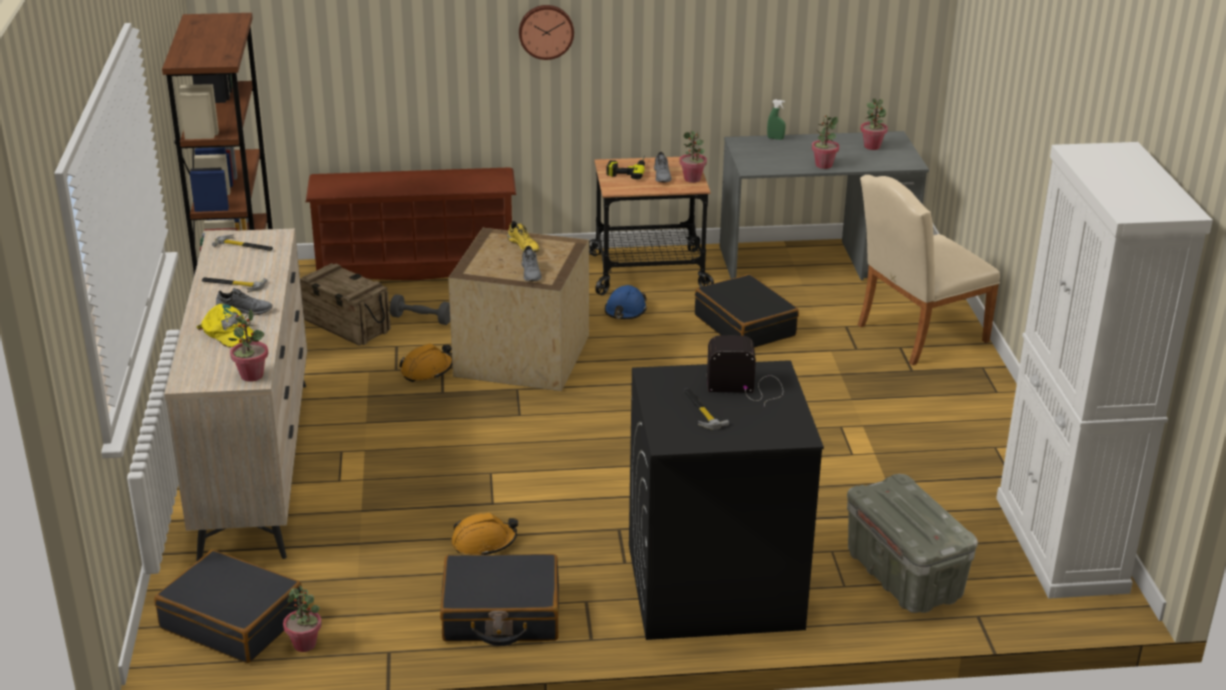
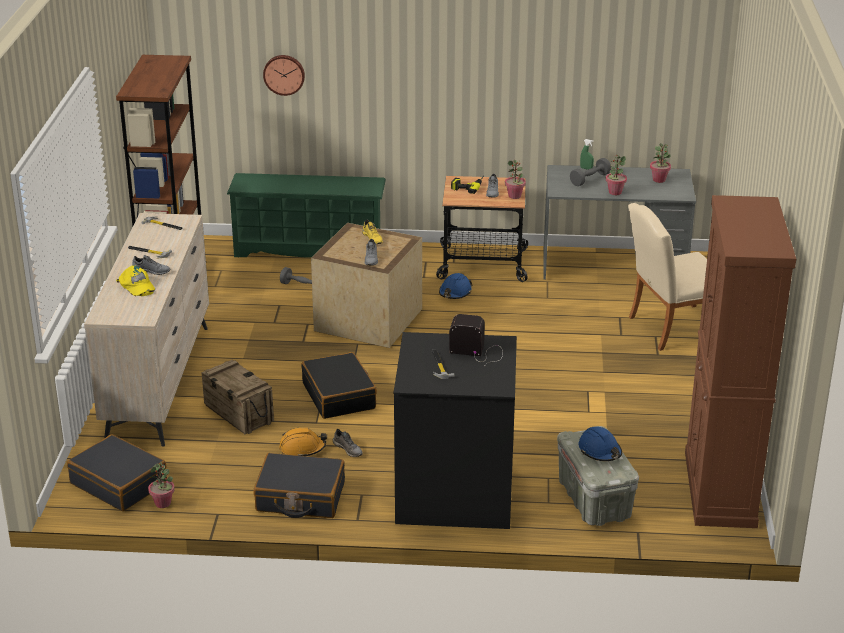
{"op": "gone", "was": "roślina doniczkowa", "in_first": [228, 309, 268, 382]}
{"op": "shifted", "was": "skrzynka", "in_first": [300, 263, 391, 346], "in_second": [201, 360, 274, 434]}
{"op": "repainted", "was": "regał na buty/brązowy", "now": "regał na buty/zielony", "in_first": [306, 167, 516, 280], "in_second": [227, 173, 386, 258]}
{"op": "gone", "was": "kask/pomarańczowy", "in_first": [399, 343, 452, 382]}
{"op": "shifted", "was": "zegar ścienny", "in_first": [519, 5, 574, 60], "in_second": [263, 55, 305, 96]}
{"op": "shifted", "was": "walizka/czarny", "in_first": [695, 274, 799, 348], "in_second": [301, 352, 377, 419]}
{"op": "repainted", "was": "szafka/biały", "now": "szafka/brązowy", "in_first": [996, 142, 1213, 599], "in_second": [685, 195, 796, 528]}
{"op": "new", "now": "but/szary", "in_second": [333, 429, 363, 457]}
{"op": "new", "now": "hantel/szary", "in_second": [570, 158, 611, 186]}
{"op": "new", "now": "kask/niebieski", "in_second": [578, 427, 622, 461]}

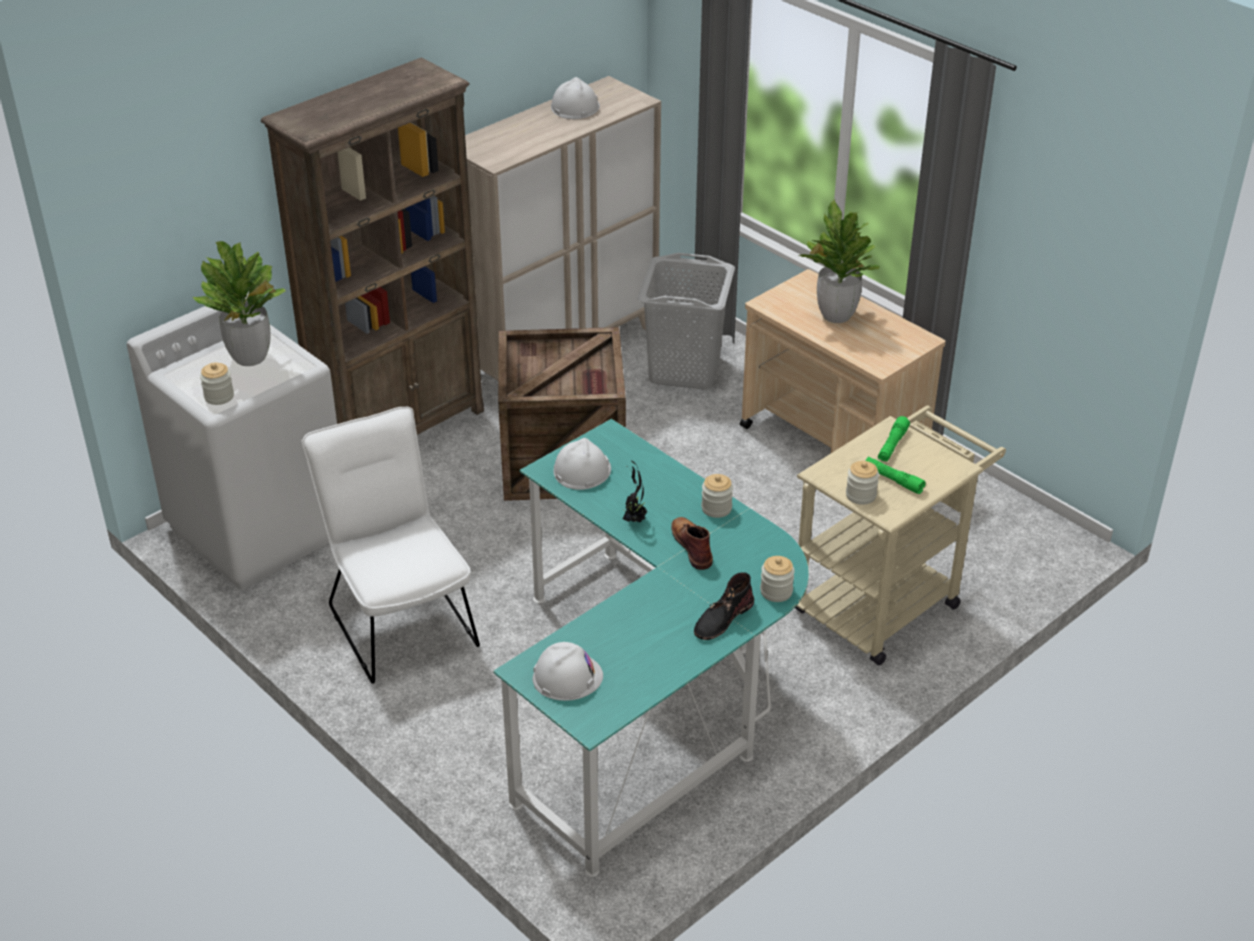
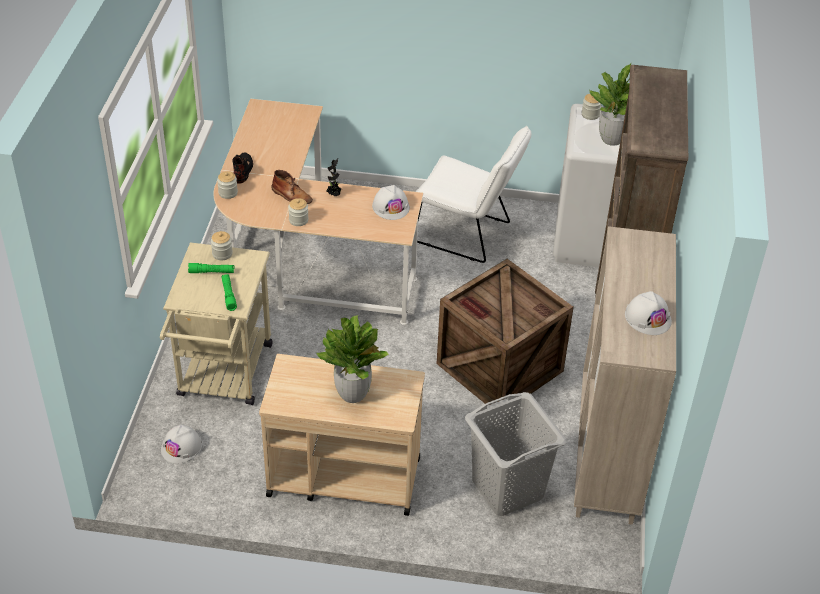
{"op": "repainted", "was": "biurko/turkusowy", "now": "biurko/beżowy", "in_first": [493, 419, 809, 877], "in_second": [213, 99, 423, 325]}
{"op": "shifted", "was": "kask/biały", "in_first": [532, 642, 603, 701], "in_second": [161, 424, 202, 463]}

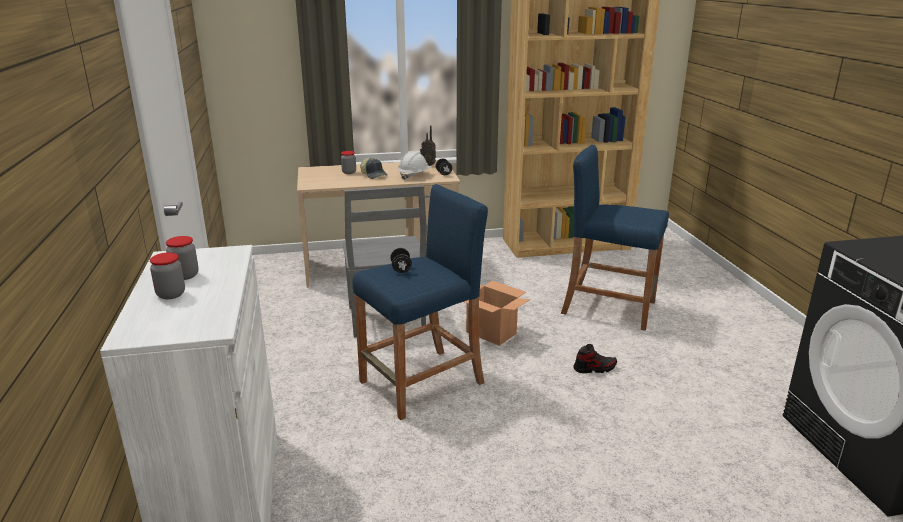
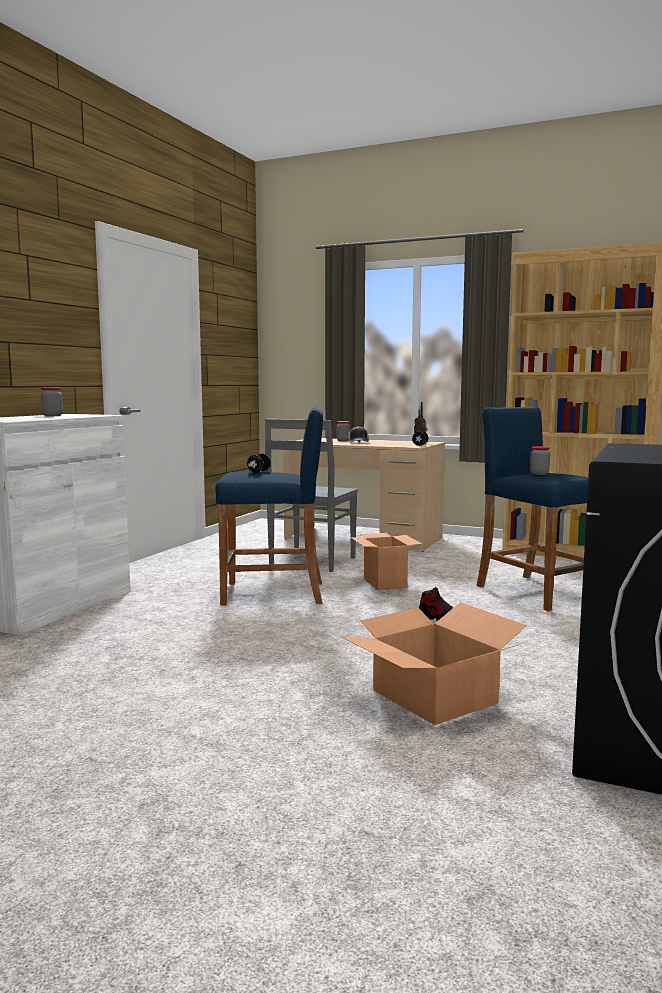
{"op": "shifted", "was": "słoik", "in_first": [150, 253, 185, 300], "in_second": [530, 446, 550, 475]}
{"op": "gone", "was": "kask/biały", "in_first": [398, 151, 431, 180]}
{"op": "new", "now": "karton", "in_second": [342, 602, 527, 725]}

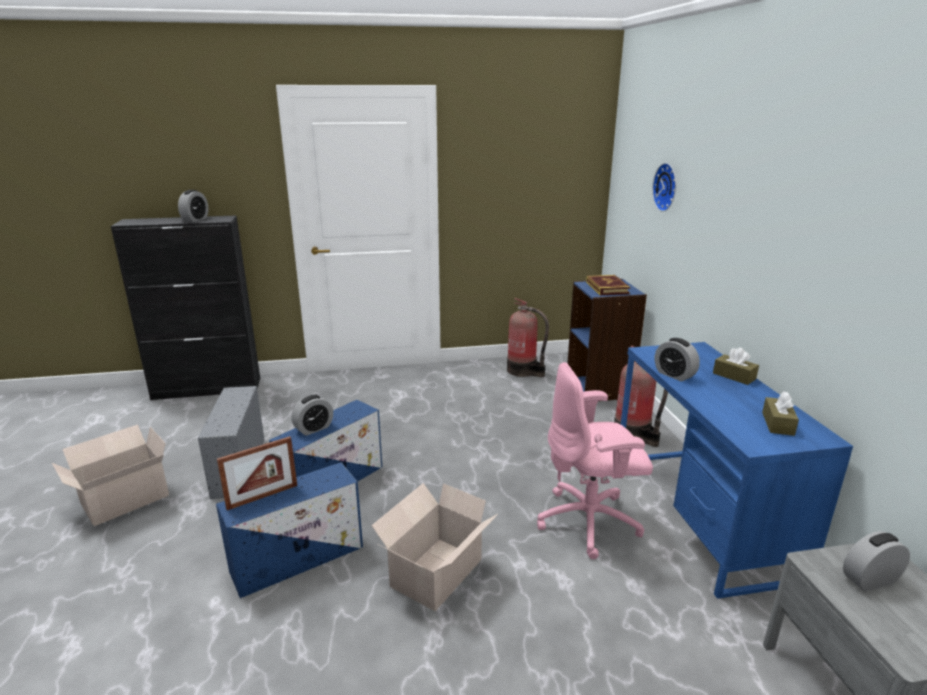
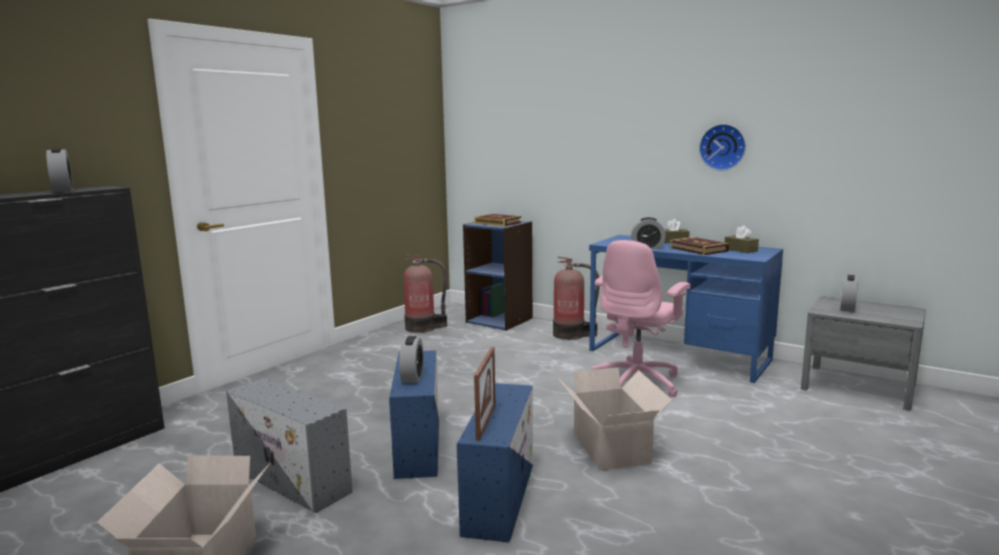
{"op": "shifted", "was": "zegar ścienny", "in_first": [652, 163, 676, 212], "in_second": [699, 124, 746, 171]}
{"op": "new", "now": "książka", "in_second": [669, 237, 729, 255]}

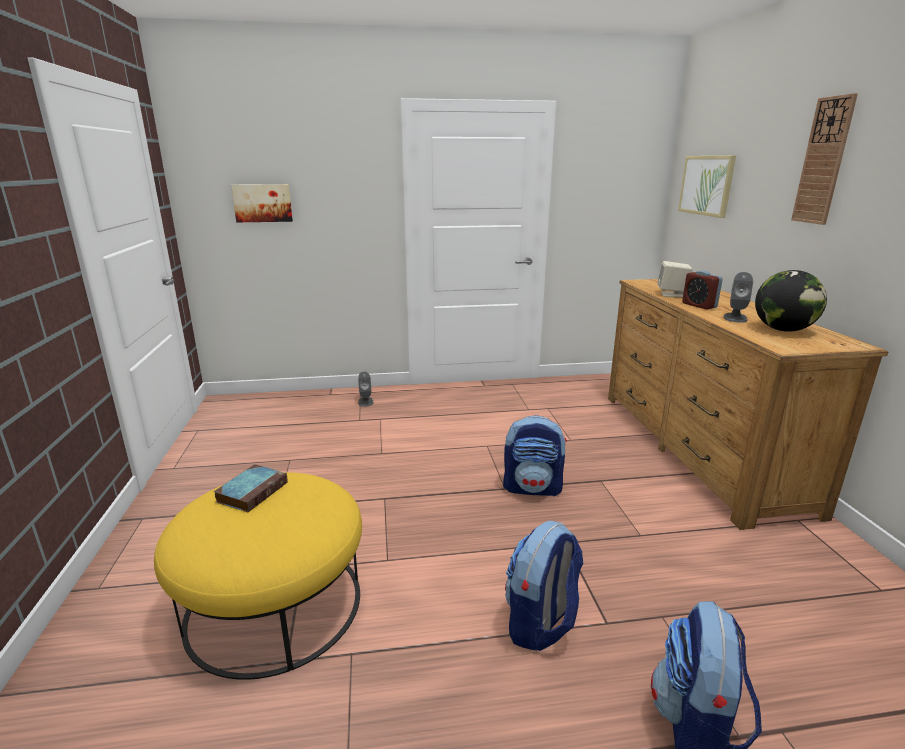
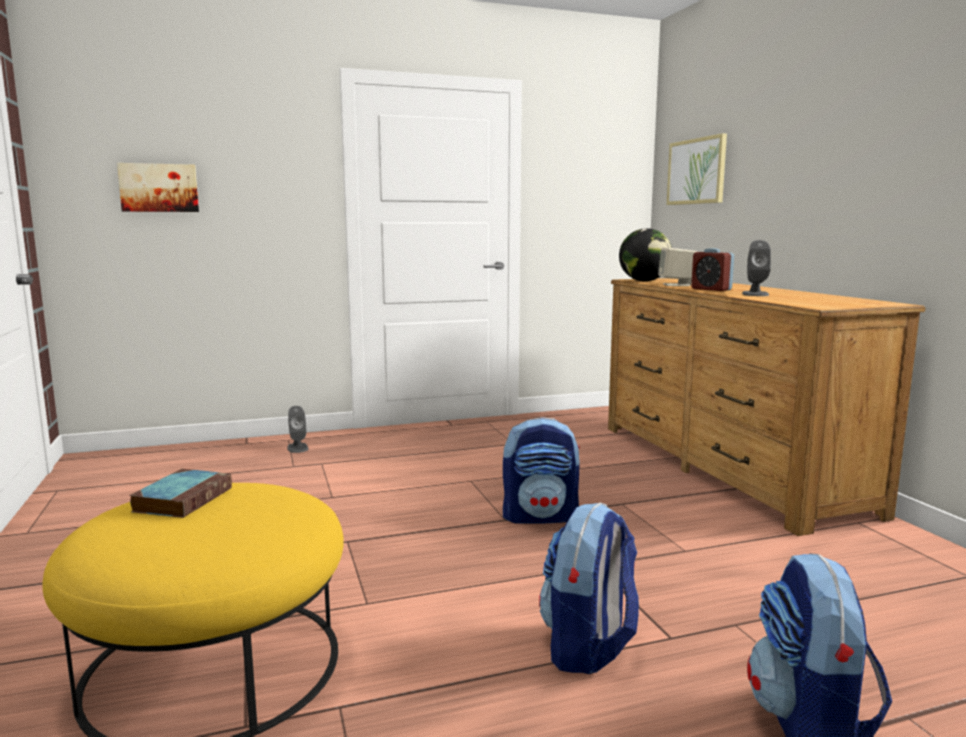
{"op": "shifted", "was": "globus", "in_first": [755, 270, 827, 332], "in_second": [619, 228, 672, 281]}
{"op": "gone", "was": "zegar ścienny", "in_first": [791, 93, 858, 225]}

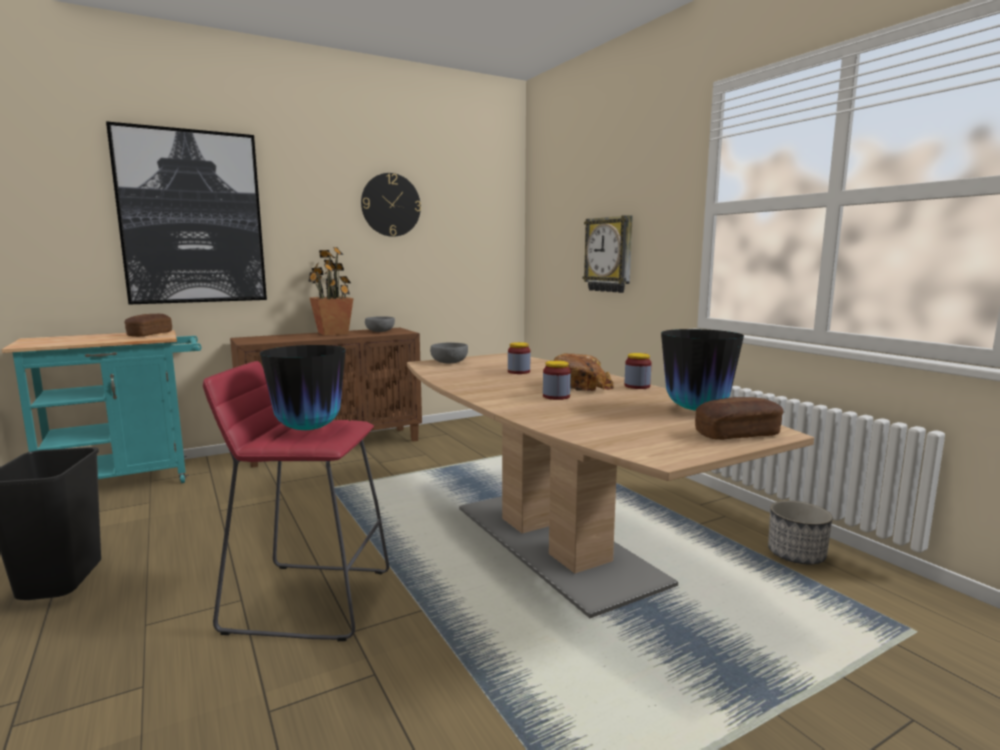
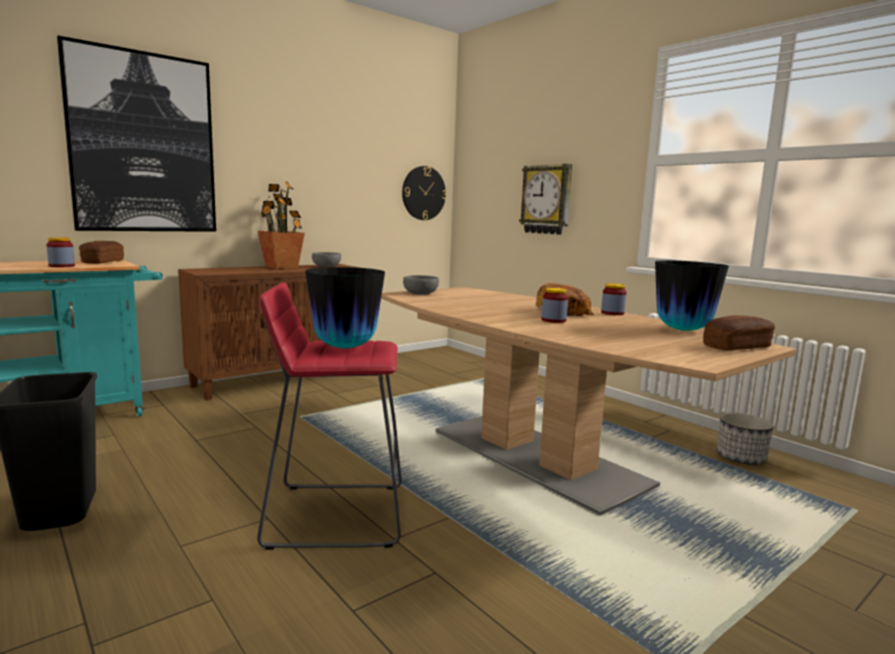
{"op": "shifted", "was": "zegar ścienny", "in_first": [361, 173, 421, 237], "in_second": [402, 166, 447, 220]}
{"op": "shifted", "was": "słoik", "in_first": [508, 342, 530, 374], "in_second": [46, 237, 75, 267]}

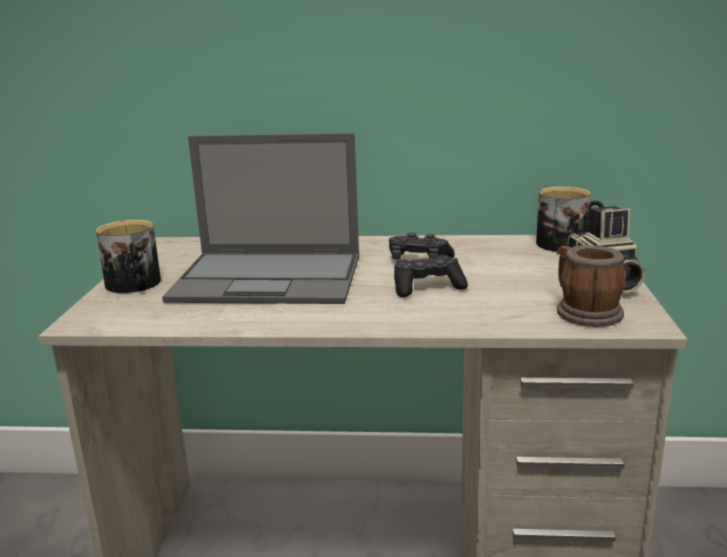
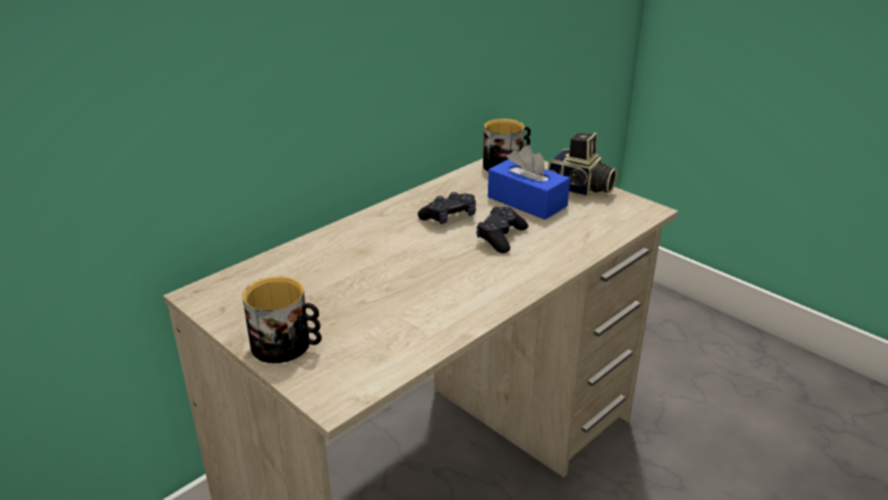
{"op": "gone", "was": "laptop", "in_first": [162, 133, 359, 304]}
{"op": "gone", "was": "kubek", "in_first": [557, 245, 625, 327]}
{"op": "new", "now": "pudełko chusteczek/niebieski", "in_second": [488, 145, 570, 220]}

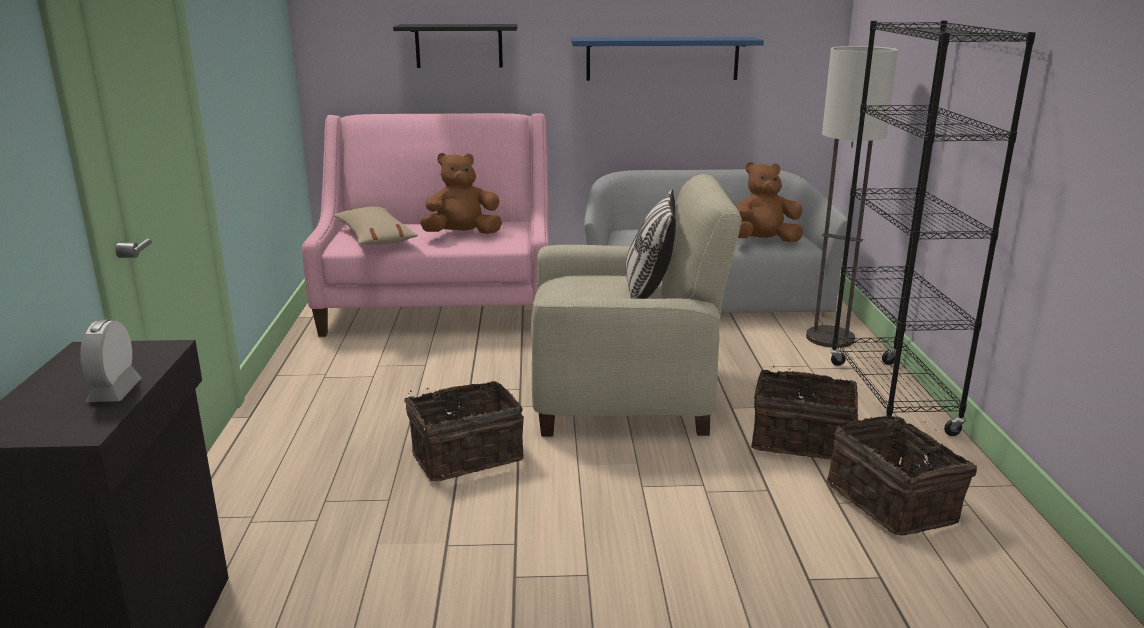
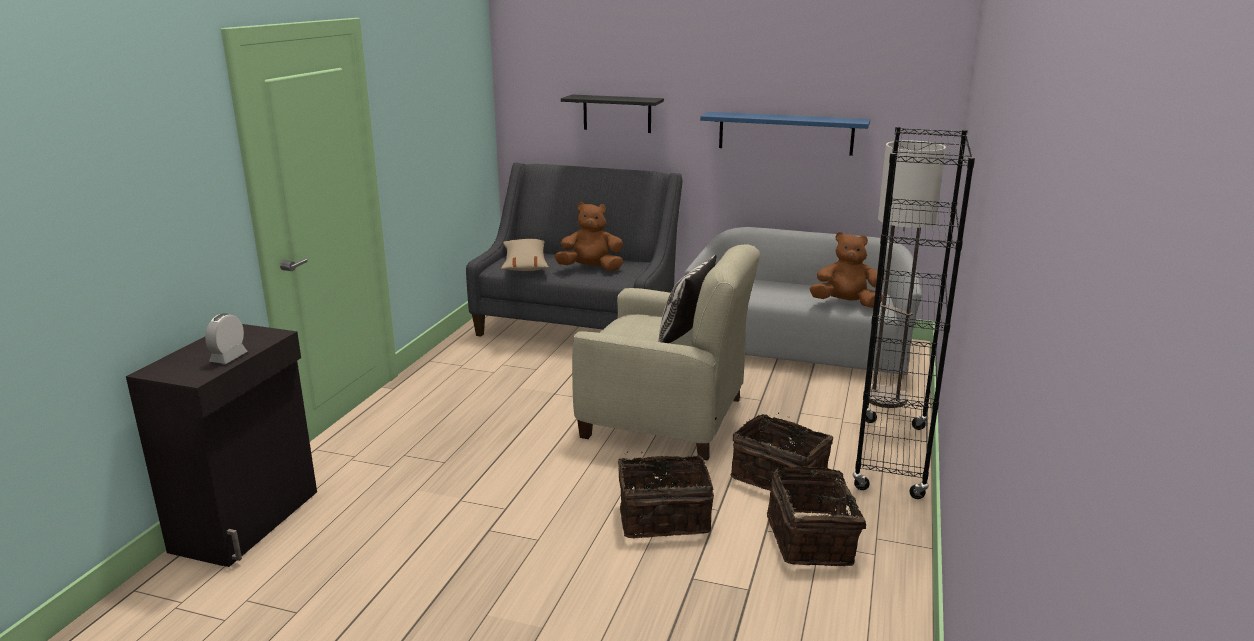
{"op": "repainted", "was": "kanapa/różowy", "now": "kanapa/szary", "in_first": [302, 113, 550, 337], "in_second": [466, 162, 682, 337]}
{"op": "shifted", "was": "koszyk", "in_first": [404, 381, 524, 482], "in_second": [618, 452, 714, 538]}

